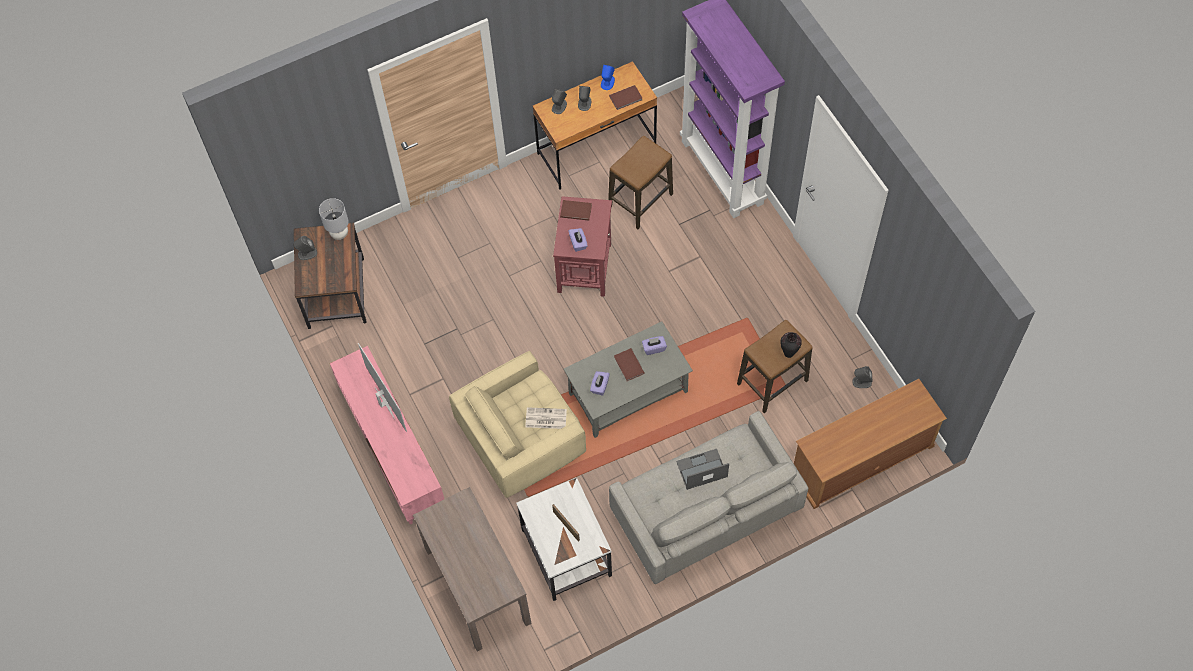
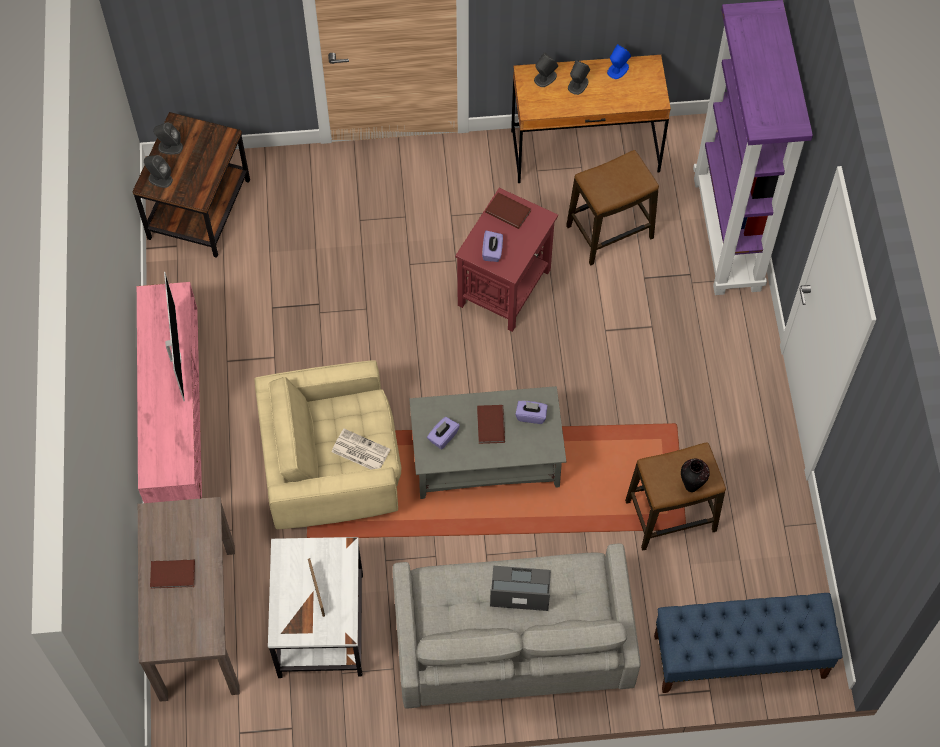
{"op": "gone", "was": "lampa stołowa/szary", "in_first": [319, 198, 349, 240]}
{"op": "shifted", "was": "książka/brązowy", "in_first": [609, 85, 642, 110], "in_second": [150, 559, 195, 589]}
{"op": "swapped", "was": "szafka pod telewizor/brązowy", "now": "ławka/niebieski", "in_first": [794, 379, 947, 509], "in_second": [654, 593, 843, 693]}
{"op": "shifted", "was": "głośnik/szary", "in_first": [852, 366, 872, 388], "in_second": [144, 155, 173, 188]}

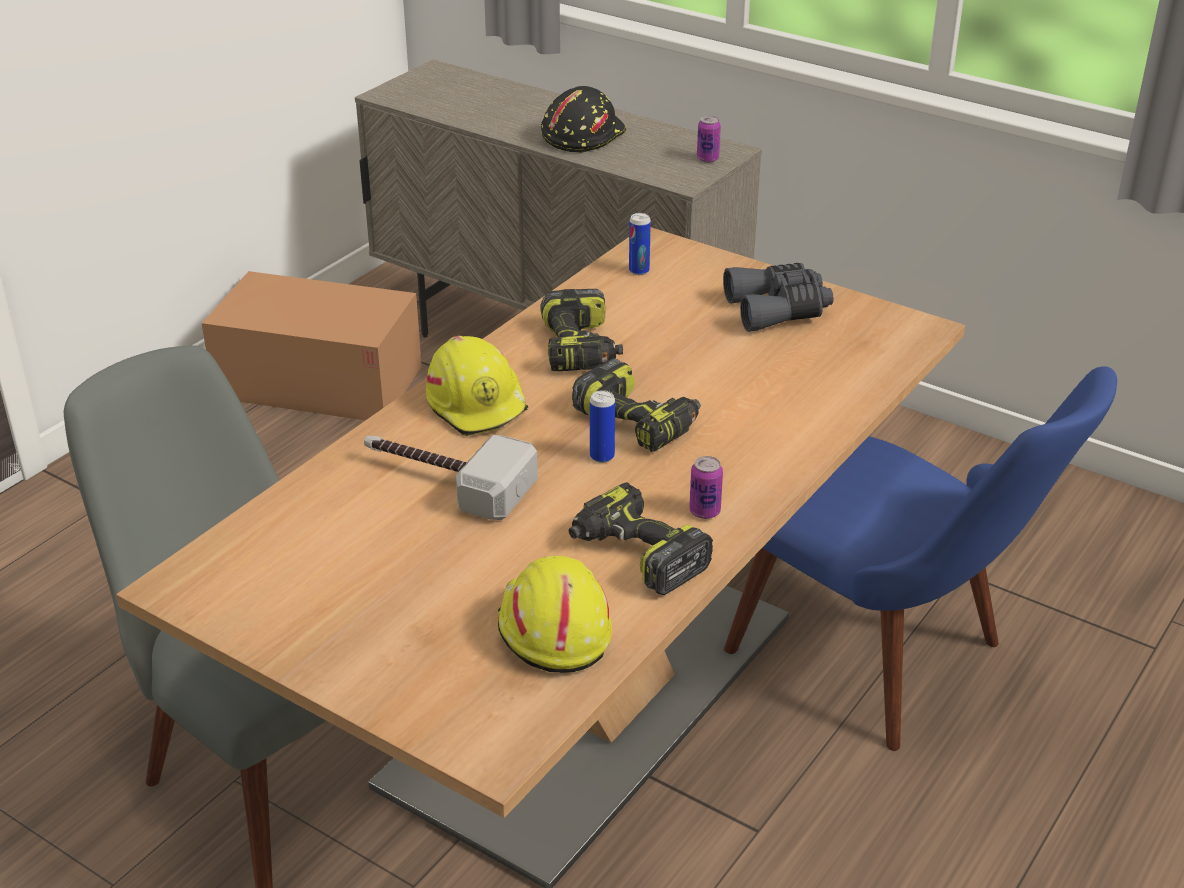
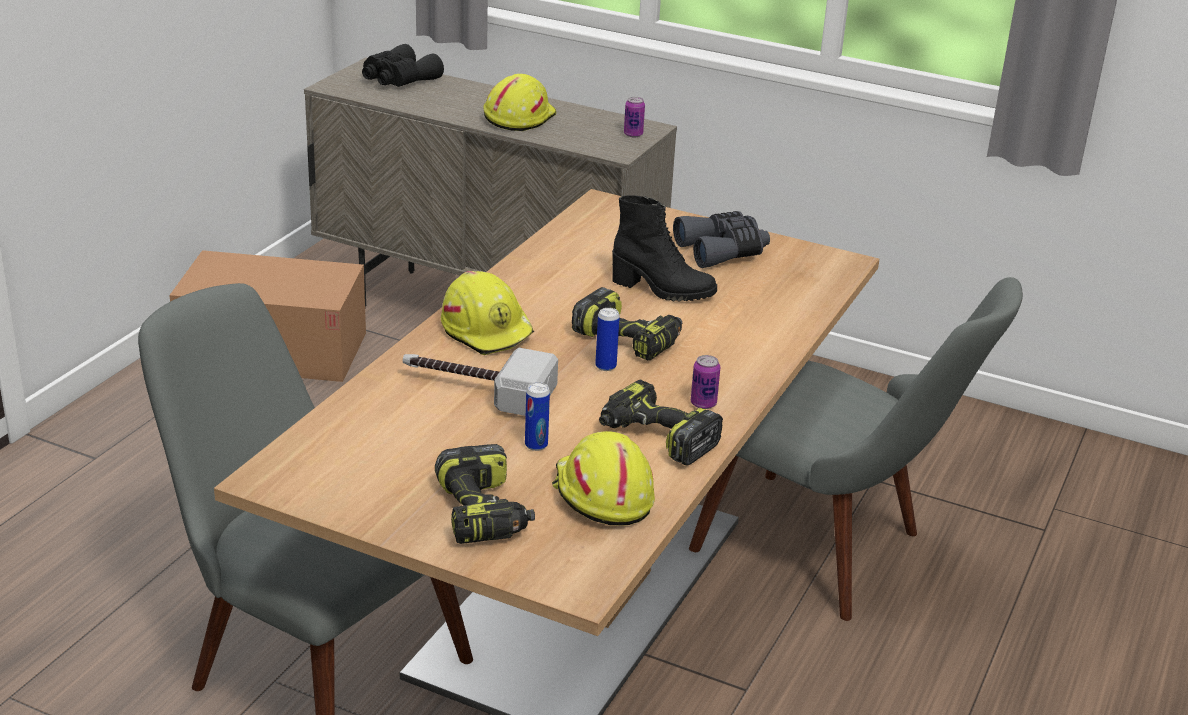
{"op": "shifted", "was": "wiertarka", "in_first": [540, 289, 623, 371], "in_second": [435, 444, 535, 544]}
{"op": "repainted", "was": "kask/czarny", "now": "kask/żółty", "in_first": [541, 86, 626, 153], "in_second": [483, 74, 556, 131]}
{"op": "shifted", "was": "puszka", "in_first": [629, 213, 651, 275], "in_second": [525, 382, 550, 451]}
{"op": "repainted", "was": "krzesło/niebieski", "now": "krzesło/szary", "in_first": [724, 366, 1117, 751], "in_second": [689, 277, 1023, 621]}
{"op": "new", "now": "lornetka/czarny", "in_second": [362, 44, 444, 87]}
{"op": "new", "now": "but z cholewką/czarny", "in_second": [612, 195, 717, 301]}

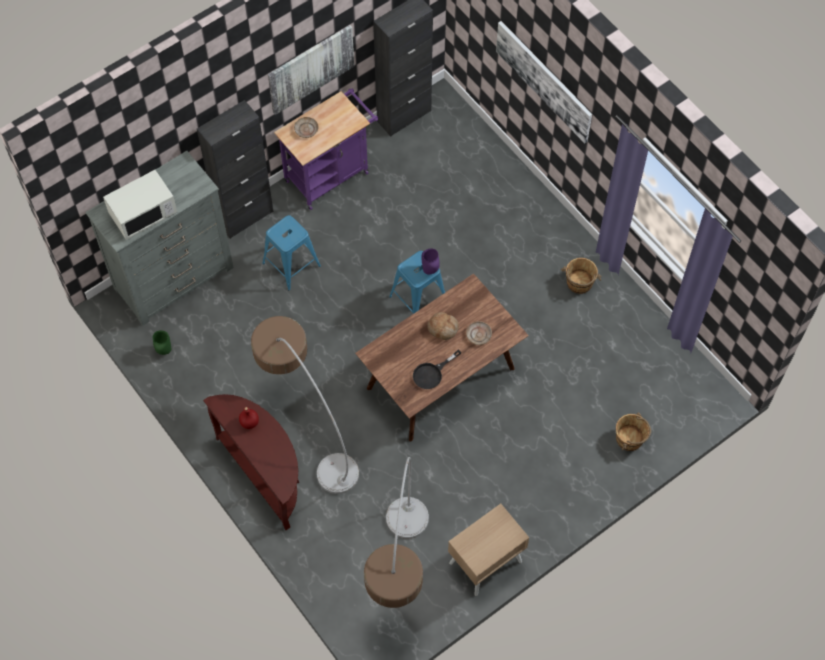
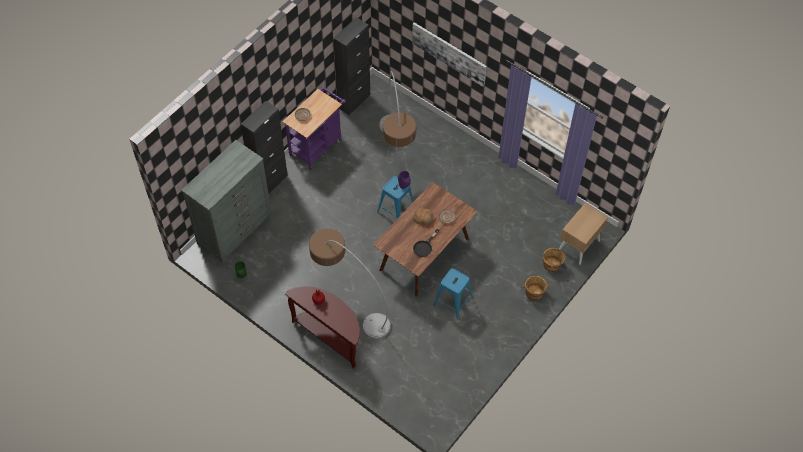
{"op": "gone", "was": "mikrofalówka/biały", "in_first": [103, 170, 177, 240]}
{"op": "shifted", "was": "stołek/niebieski", "in_first": [262, 215, 321, 290], "in_second": [434, 268, 473, 319]}
{"op": "gone", "was": "obraz", "in_first": [268, 25, 354, 115]}
{"op": "shifted", "was": "lampa stojąca", "in_first": [364, 457, 429, 608], "in_second": [379, 71, 416, 147]}
{"op": "shifted", "was": "szafka nocna/beżowy", "in_first": [448, 504, 529, 596], "in_second": [559, 203, 608, 265]}
{"op": "shifted", "was": "wiadro/brązowy", "in_first": [561, 258, 602, 294], "in_second": [521, 276, 550, 301]}

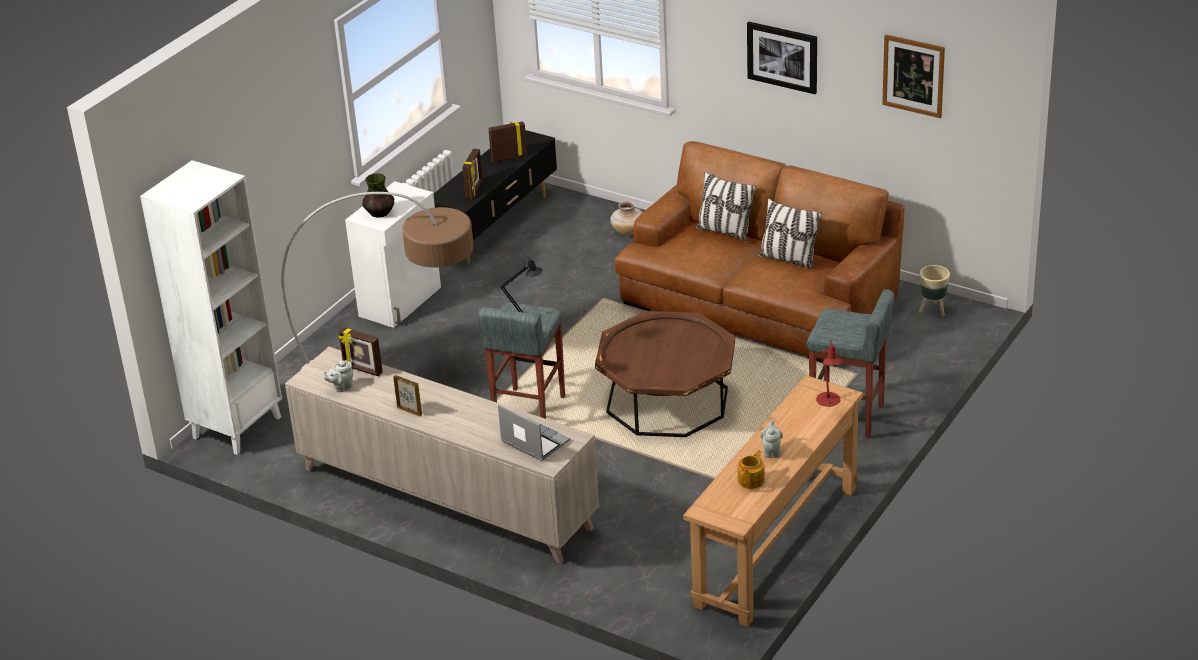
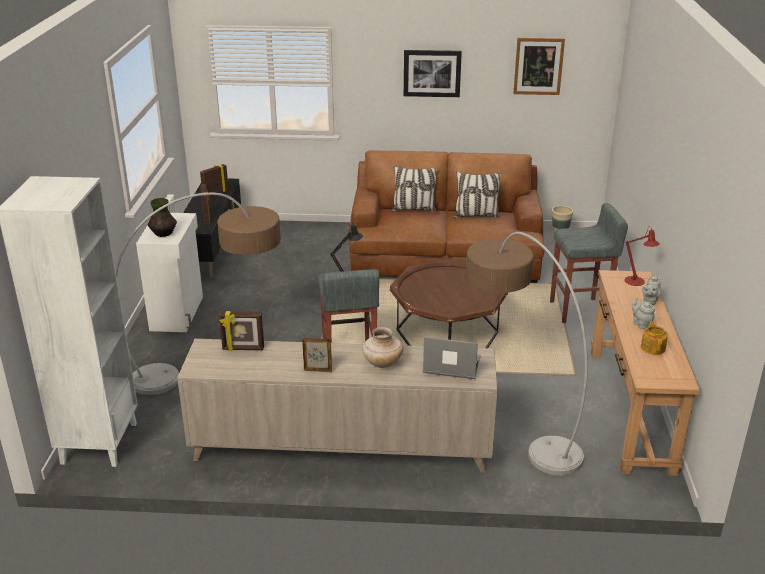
{"op": "shifted", "was": "imbryk/szary", "in_first": [323, 360, 353, 392], "in_second": [642, 275, 661, 305]}
{"op": "shifted", "was": "wazon/beżowy", "in_first": [610, 200, 643, 236], "in_second": [362, 327, 403, 368]}
{"op": "new", "now": "lampa stojąca", "in_second": [466, 232, 588, 476]}

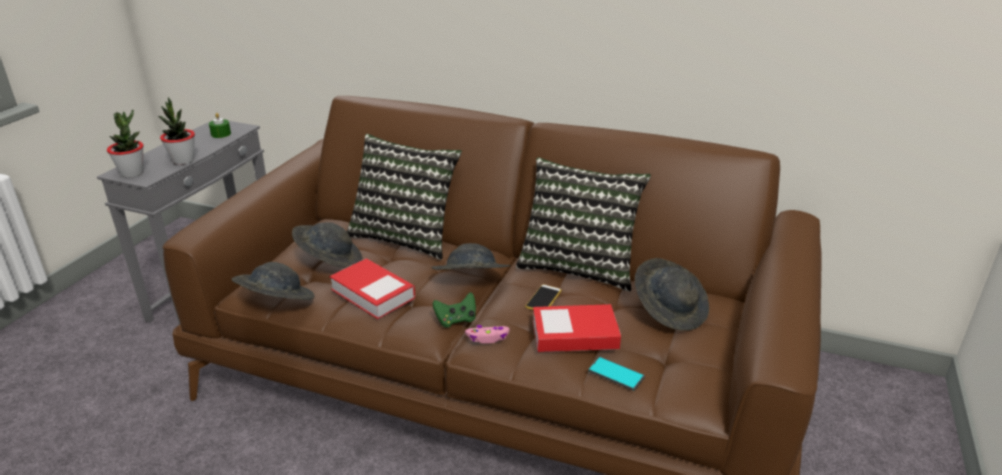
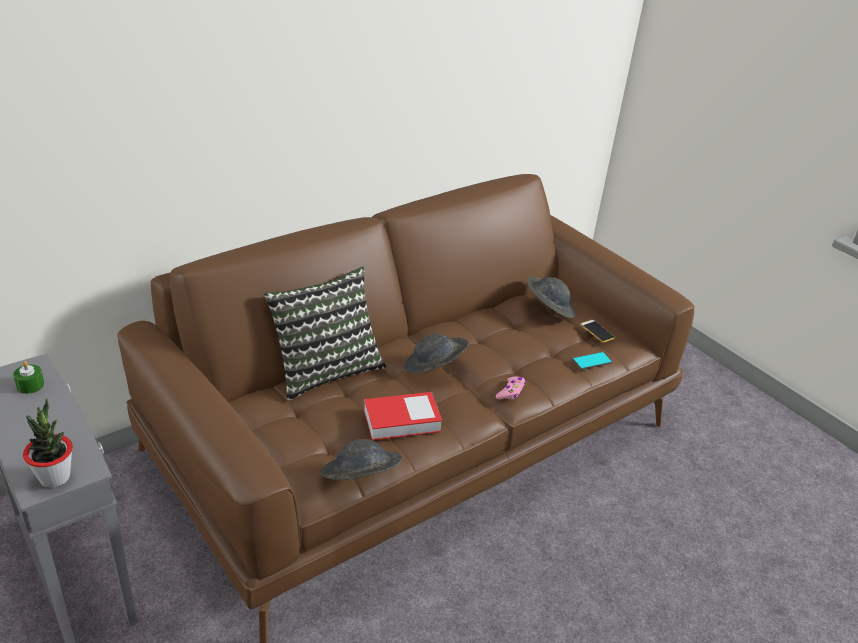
{"op": "gone", "was": "roślina doniczkowa", "in_first": [158, 97, 195, 165]}
{"op": "gone", "was": "kapelusz/szary", "in_first": [292, 222, 363, 268]}
{"op": "gone", "was": "pad do gier/zielony", "in_first": [433, 292, 476, 328]}
{"op": "gone", "was": "poduszka", "in_first": [516, 157, 651, 292]}
{"op": "shifted", "was": "telefon", "in_first": [525, 284, 561, 310], "in_second": [580, 320, 615, 343]}
{"op": "gone", "was": "książka", "in_first": [533, 304, 621, 352]}

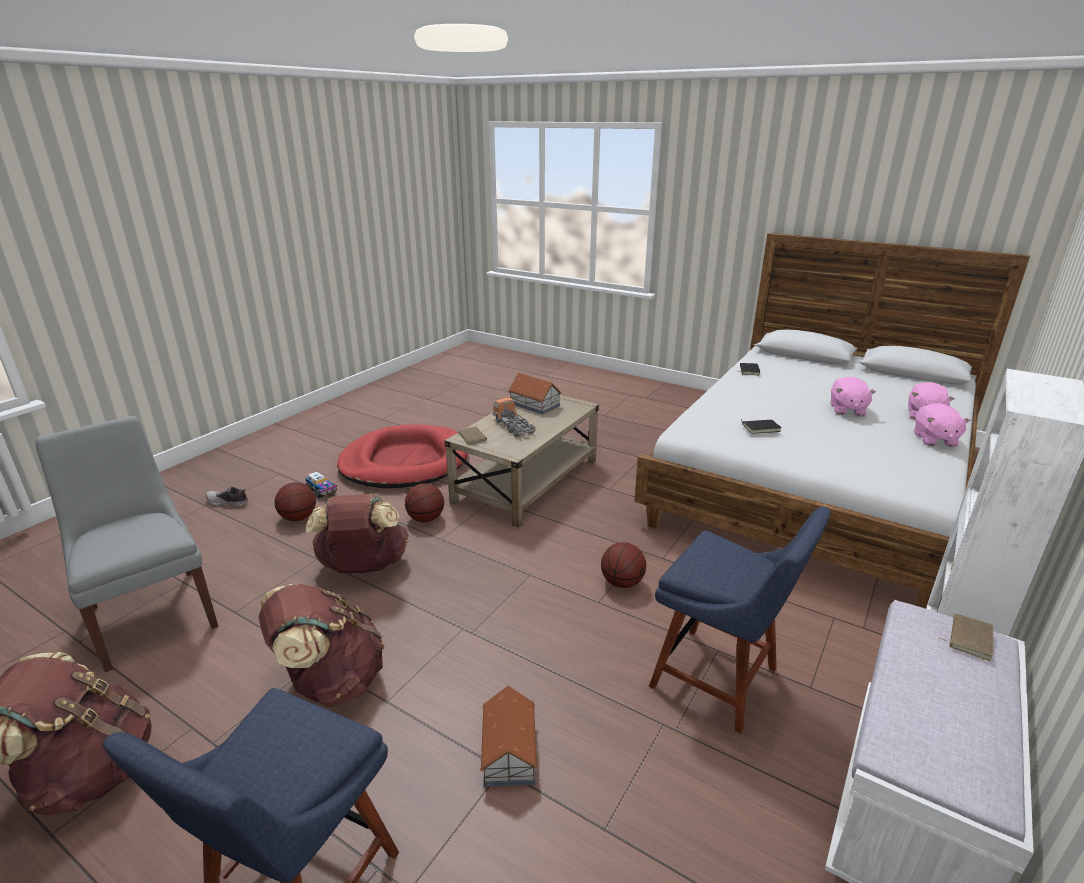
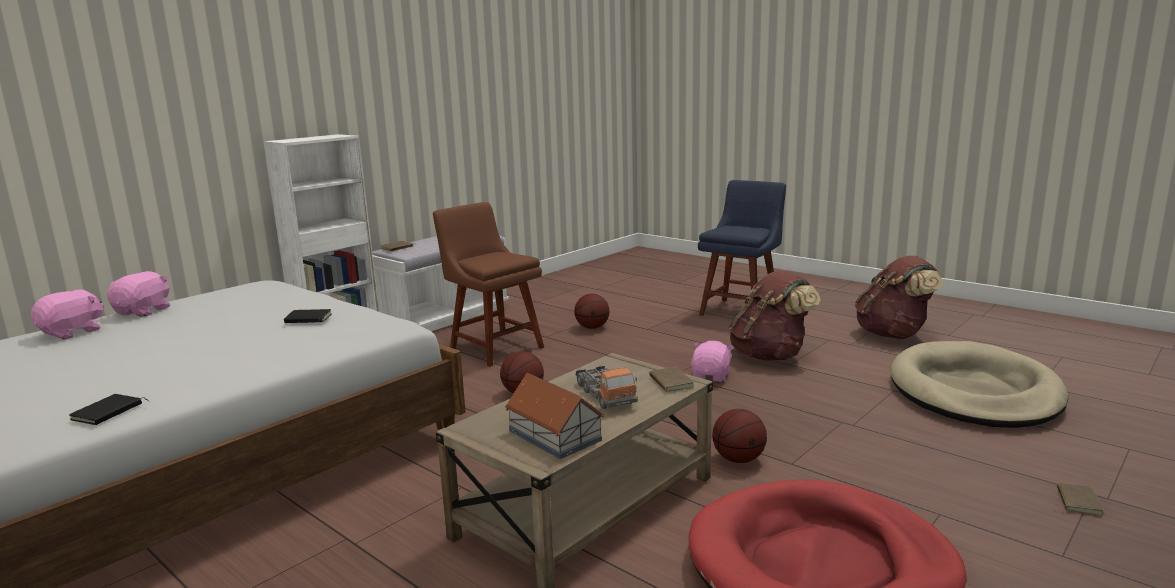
{"op": "swapped", "was": "krzesło/szary", "now": "legowisko/beżowy", "in_first": [36, 416, 218, 672], "in_second": [890, 341, 1068, 428]}
{"op": "swapped", "was": "but", "now": "książka/brązowy", "in_first": [206, 486, 248, 506], "in_second": [1054, 483, 1104, 516]}
{"op": "shifted", "was": "piłka do koszykówki", "in_first": [275, 482, 316, 521], "in_second": [574, 294, 609, 329]}
{"op": "gone", "was": "ciężarówka zabawkowa", "in_first": [305, 472, 337, 499]}
{"op": "gone", "was": "plecak/brązowy", "in_first": [306, 494, 409, 573]}
{"op": "gone", "was": "domek", "in_first": [480, 686, 538, 787]}
{"op": "repainted", "was": "krzesło/niebieski", "now": "krzesło/brązowy", "in_first": [649, 507, 831, 734], "in_second": [433, 202, 544, 367]}
{"op": "shifted", "was": "pluszak/różowy", "in_first": [831, 377, 876, 416], "in_second": [691, 341, 734, 382]}

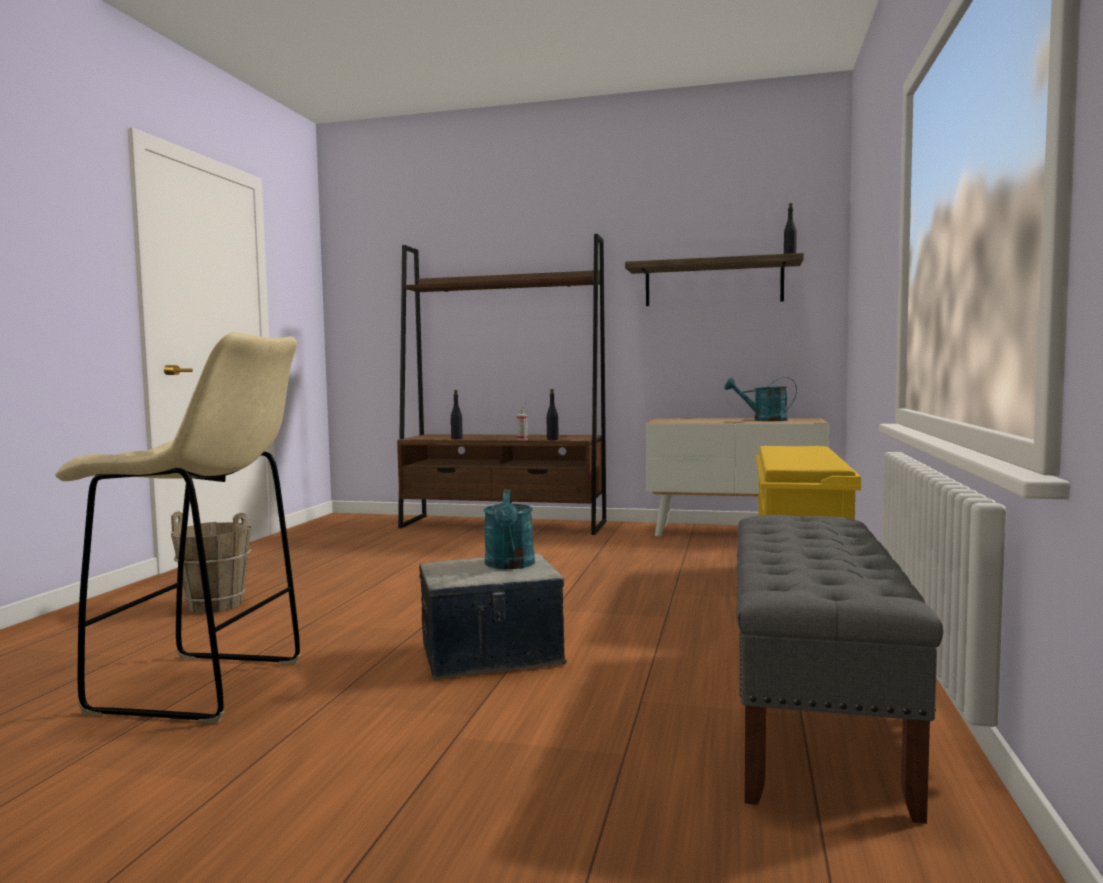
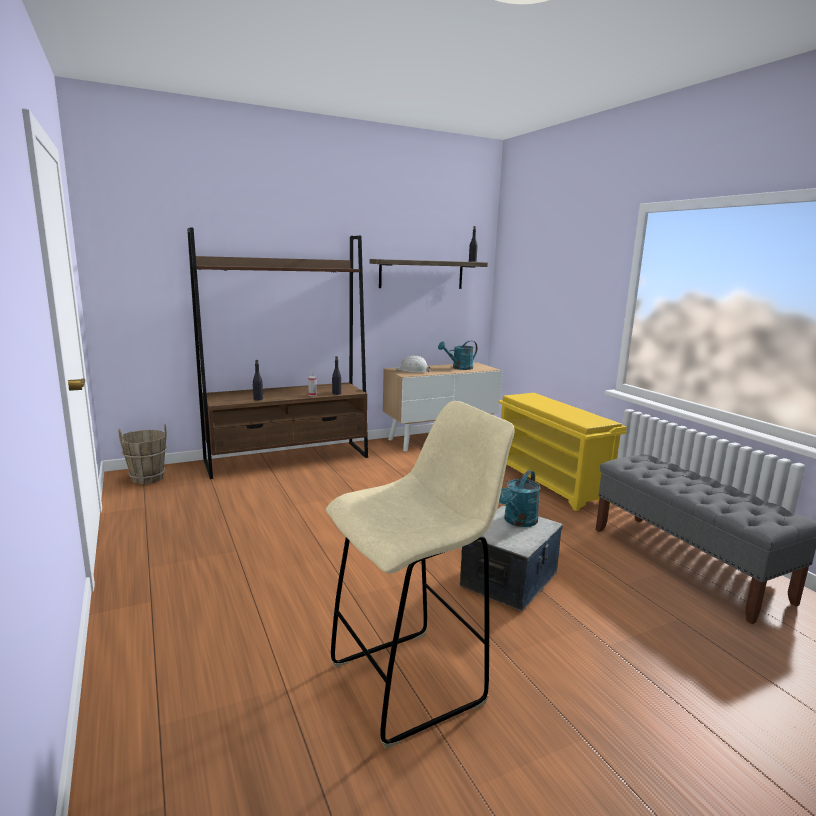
{"op": "shifted", "was": "wiadro/brązowy", "in_first": [171, 511, 251, 613], "in_second": [118, 424, 167, 484]}
{"op": "rotated", "was": "konewka/turkusowy", "in_first": [483, 489, 535, 569], "in_second": [499, 470, 540, 527], "clockwise": 75}
{"op": "new", "now": "kask/biały", "in_second": [396, 356, 431, 373]}

